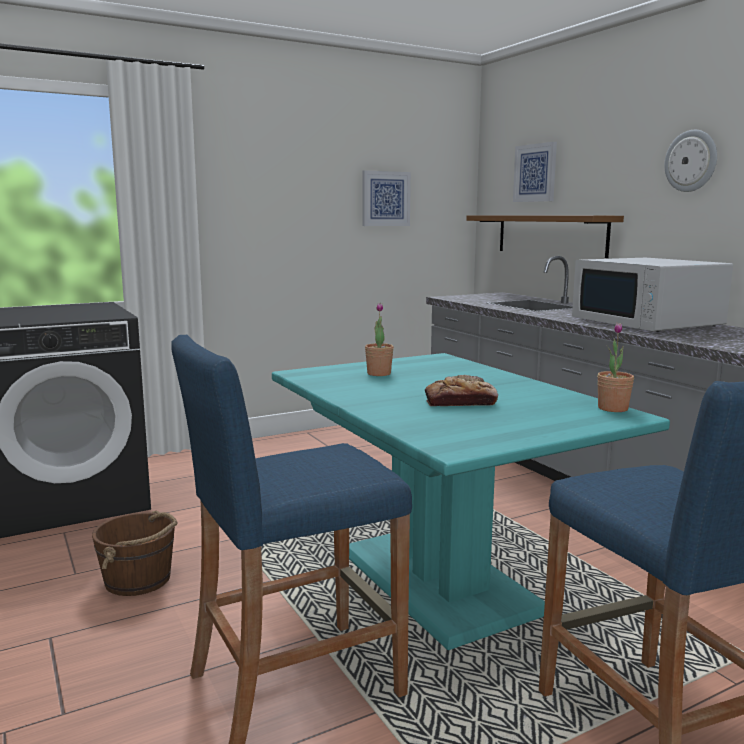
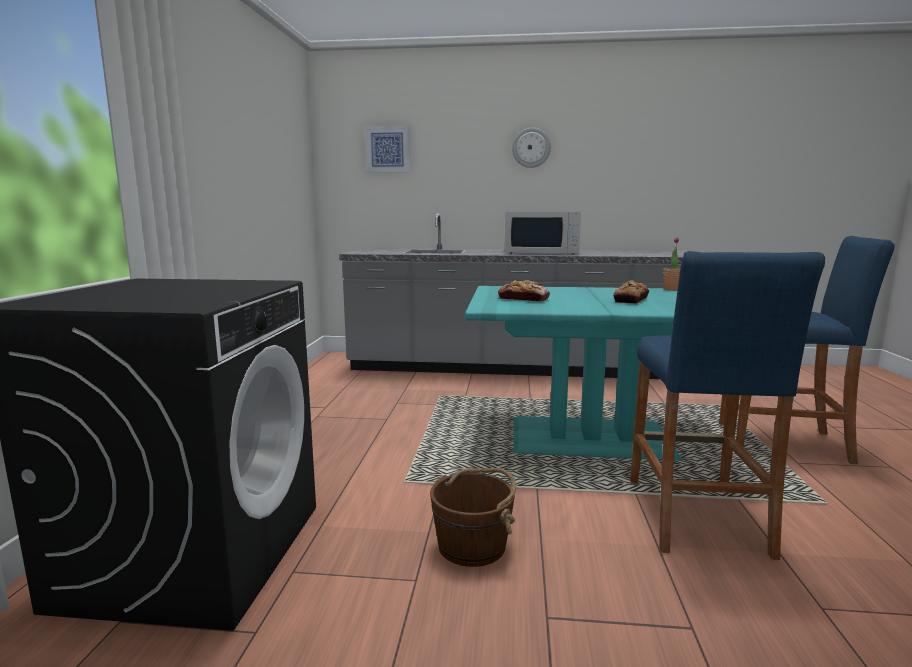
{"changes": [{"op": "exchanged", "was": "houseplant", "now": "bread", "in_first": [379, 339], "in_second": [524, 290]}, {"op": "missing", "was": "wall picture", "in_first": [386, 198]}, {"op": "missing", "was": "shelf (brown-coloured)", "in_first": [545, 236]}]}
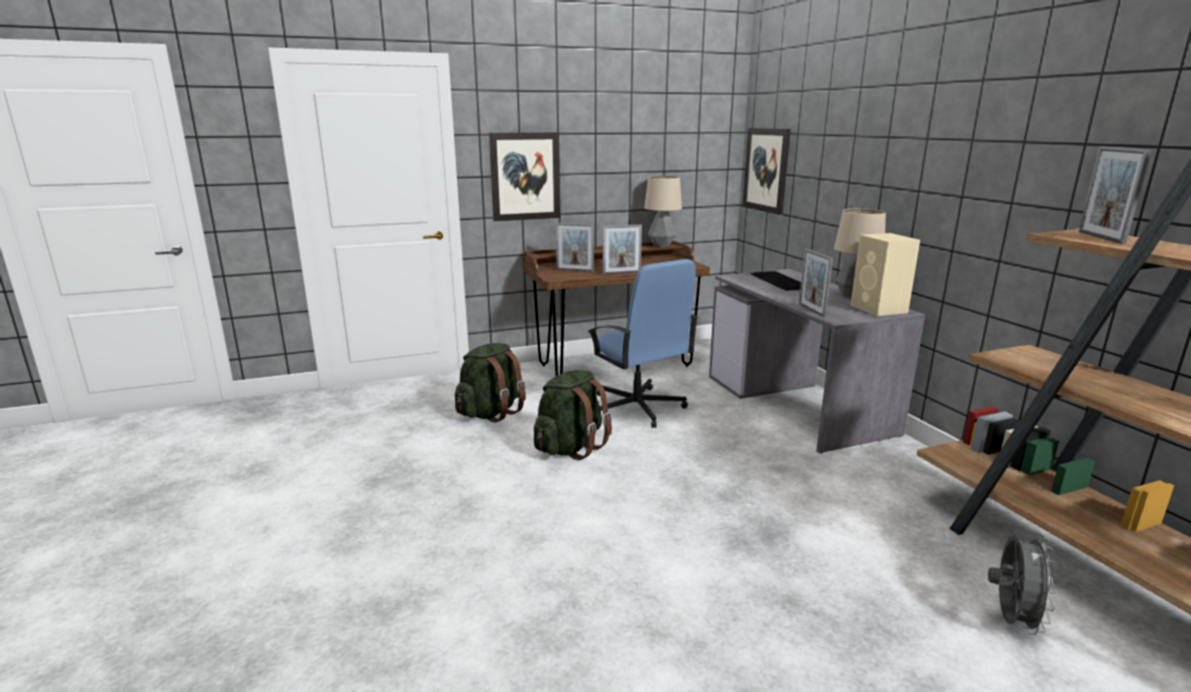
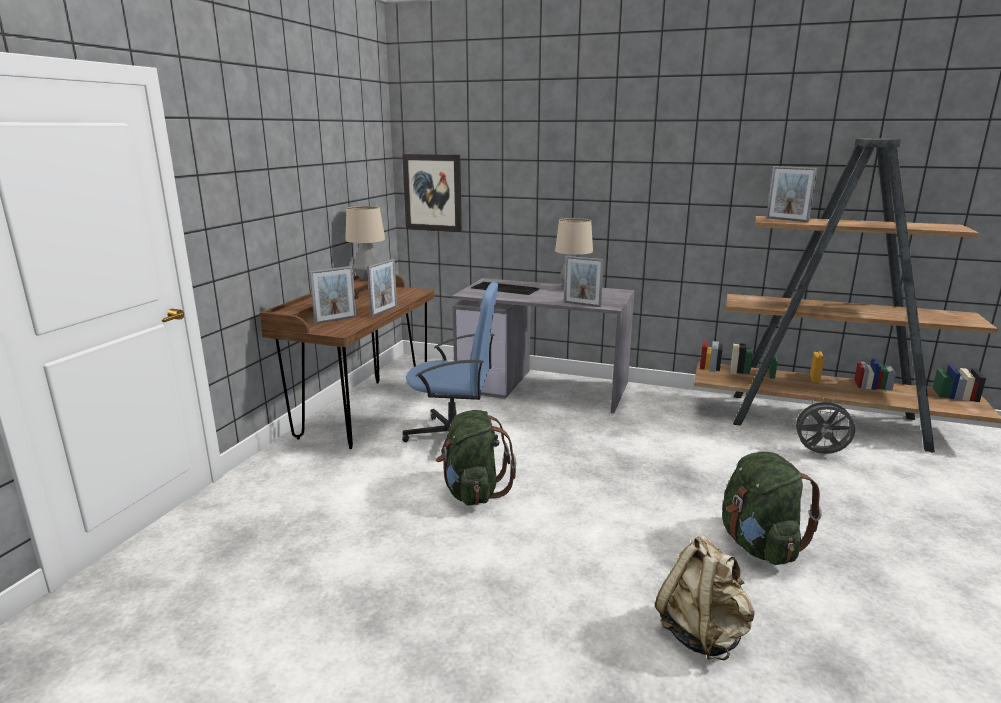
{"changes": [{"op": "appeared", "now": "backpack (beige)", "in_second": [705, 598]}, {"op": "relocated", "was": "backpack (greenish)", "in_first": [490, 382], "in_second": [772, 508]}, {"op": "spun", "was": "cooling fan (gray)", "in_first": [1022, 584], "in_second": [824, 426], "clockwise": -45}, {"op": "missing", "was": "wall picture", "in_first": [524, 176]}, {"op": "missing", "was": "loudspeaker (beige)", "in_first": [885, 274]}]}
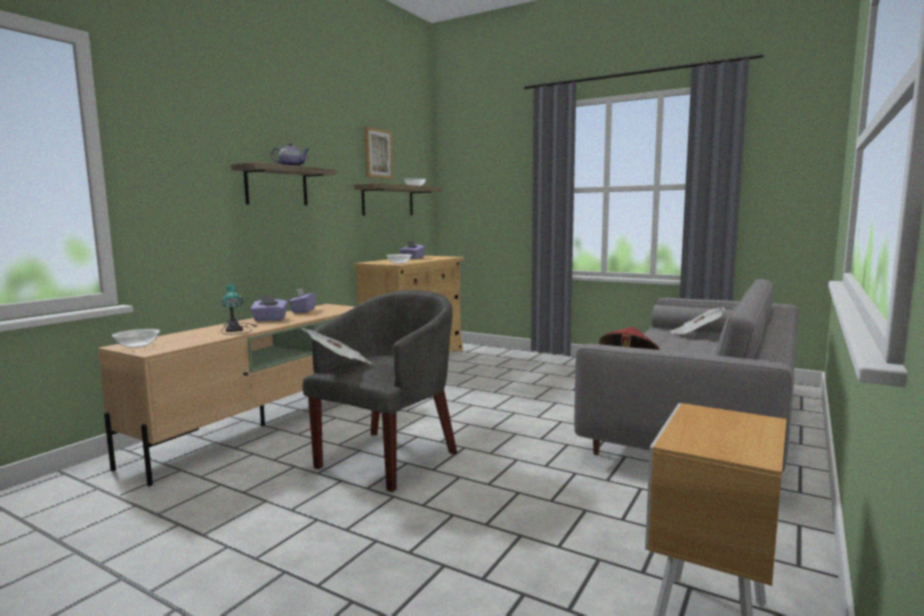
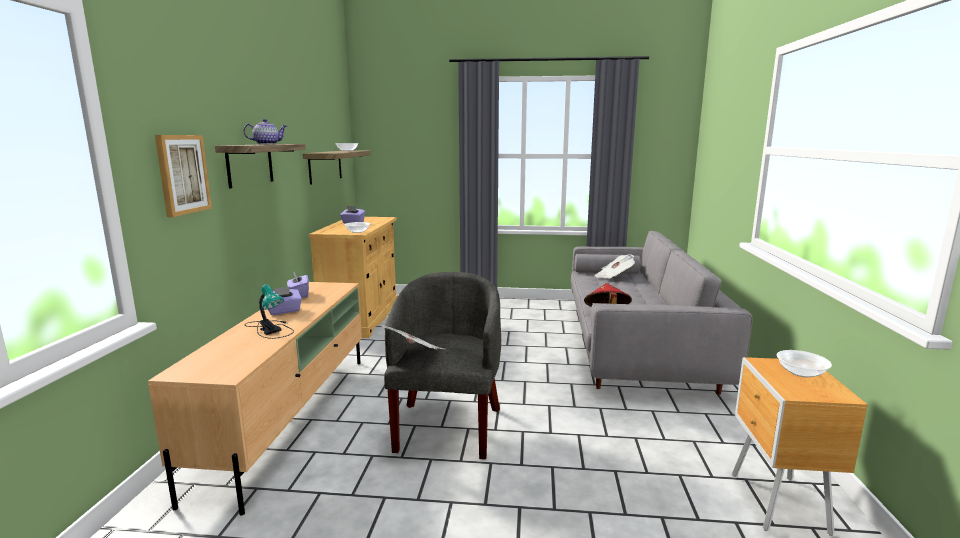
{"changes": [{"op": "relocated", "was": "wall picture", "in_first": [378, 153], "in_second": [183, 176]}, {"op": "relocated", "was": "deep dish", "in_first": [136, 338], "in_second": [804, 364]}]}
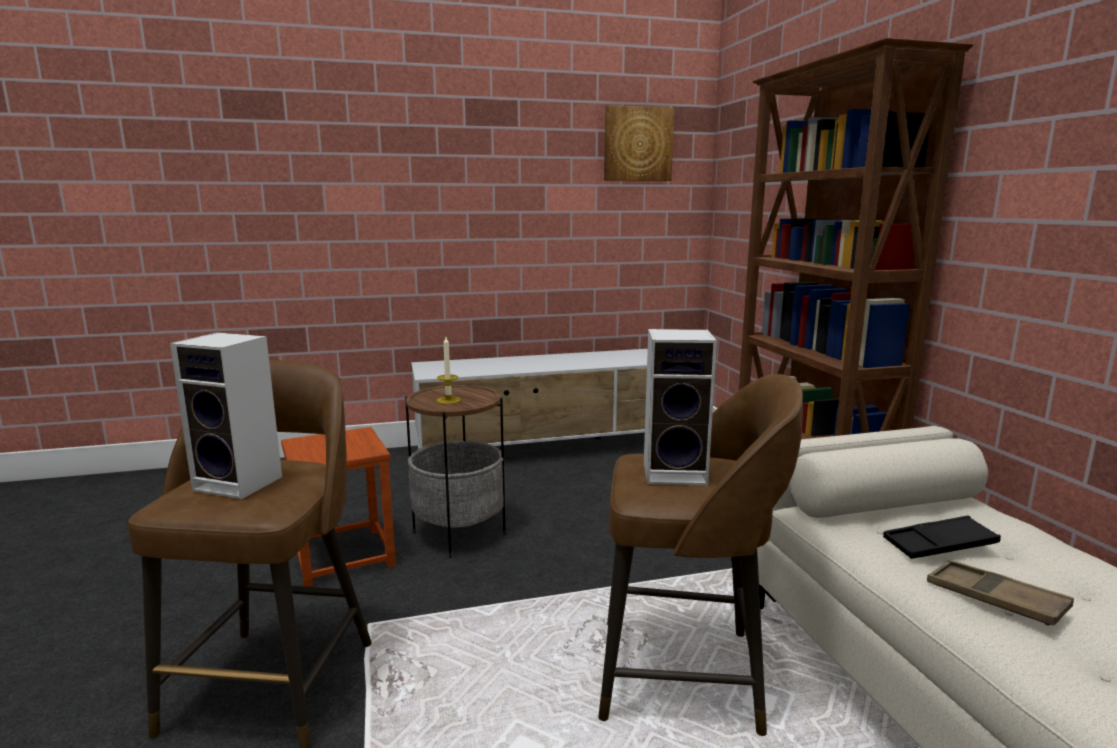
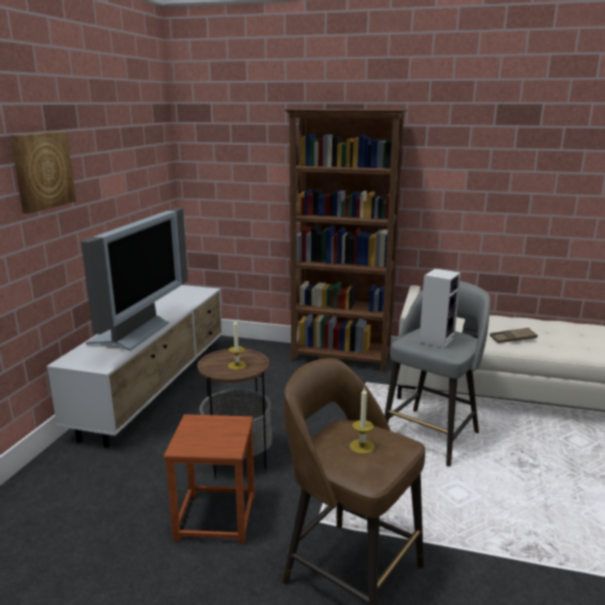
{"changes": [{"op": "relocated", "was": "wall picture", "in_first": [639, 143], "in_second": [43, 172]}, {"op": "appeared", "now": "TV", "in_second": [134, 279]}, {"op": "exchanged", "was": "loudspeaker", "now": "wax candle", "in_first": [226, 415], "in_second": [362, 420]}, {"op": "colour", "was": "stool seat (brown-coloured)", "now": "stool seat (gray)", "in_first": [700, 555], "in_second": [437, 373]}]}
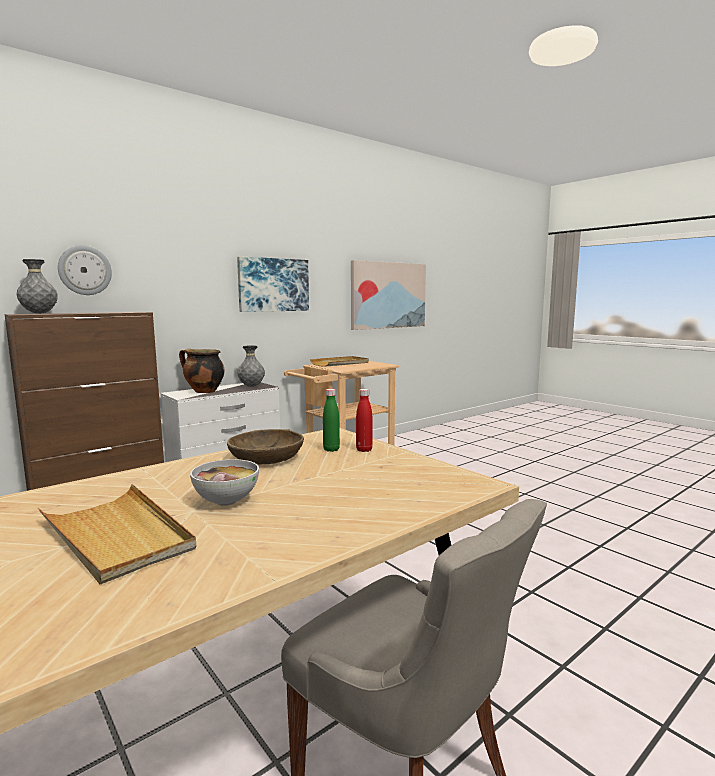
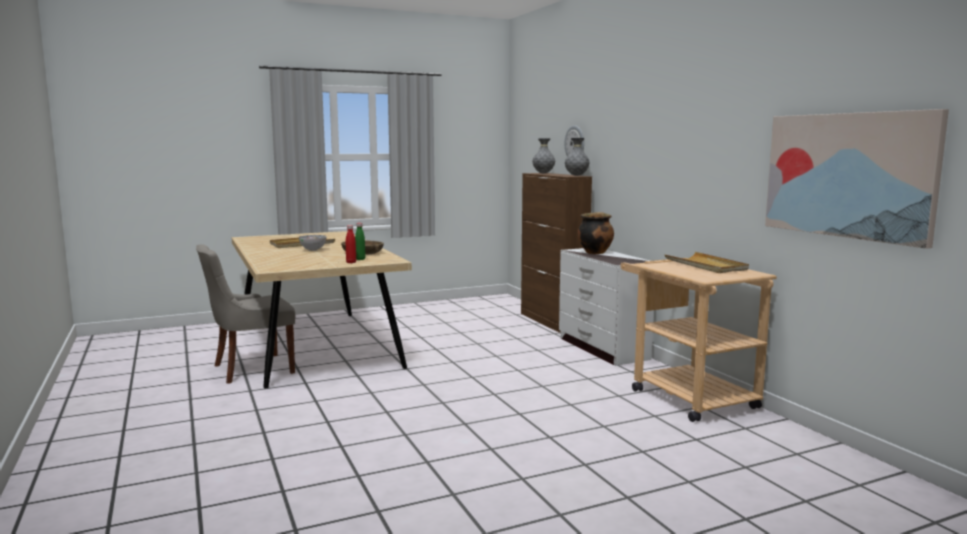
{"changes": [{"op": "relocated", "was": "flower vase (gray)", "in_first": [251, 366], "in_second": [577, 157]}, {"op": "missing", "was": "wall picture", "in_first": [273, 284]}]}
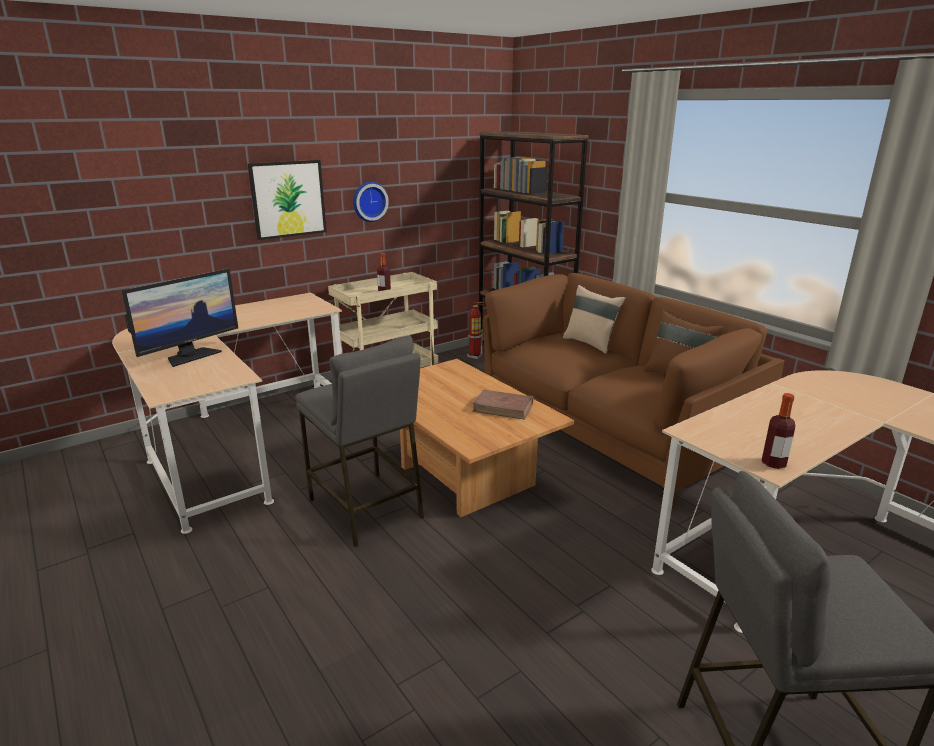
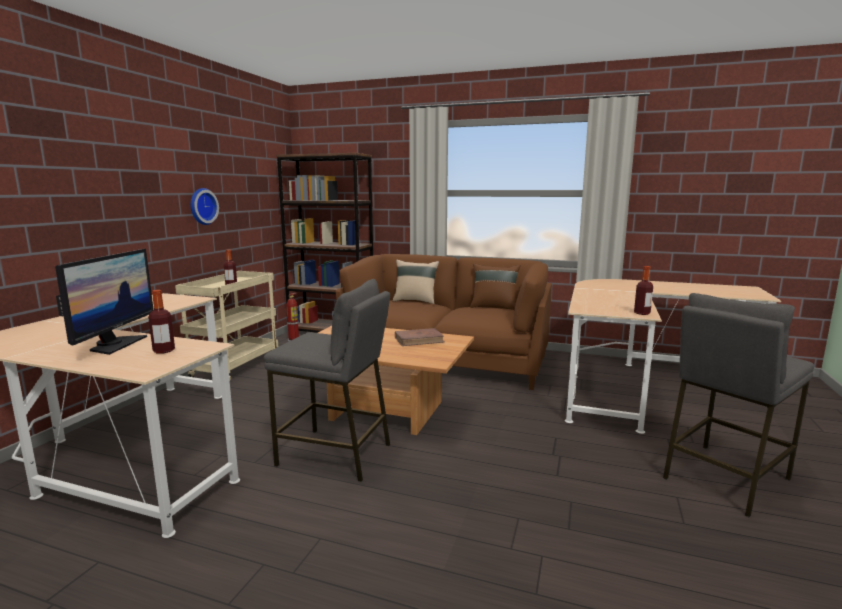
{"changes": [{"op": "appeared", "now": "drink bottle", "in_second": [161, 322]}, {"op": "missing", "was": "wall picture", "in_first": [287, 200]}]}
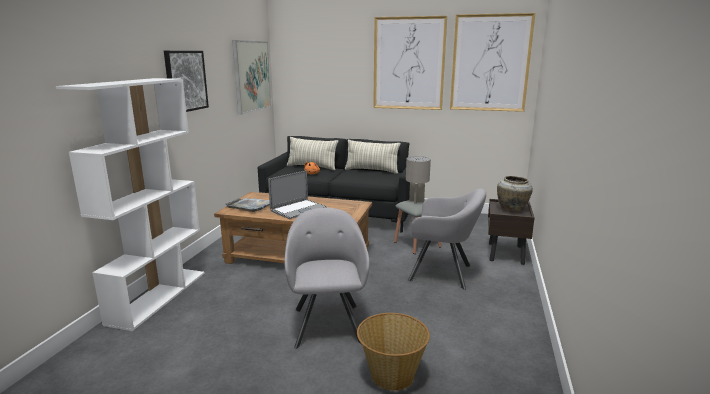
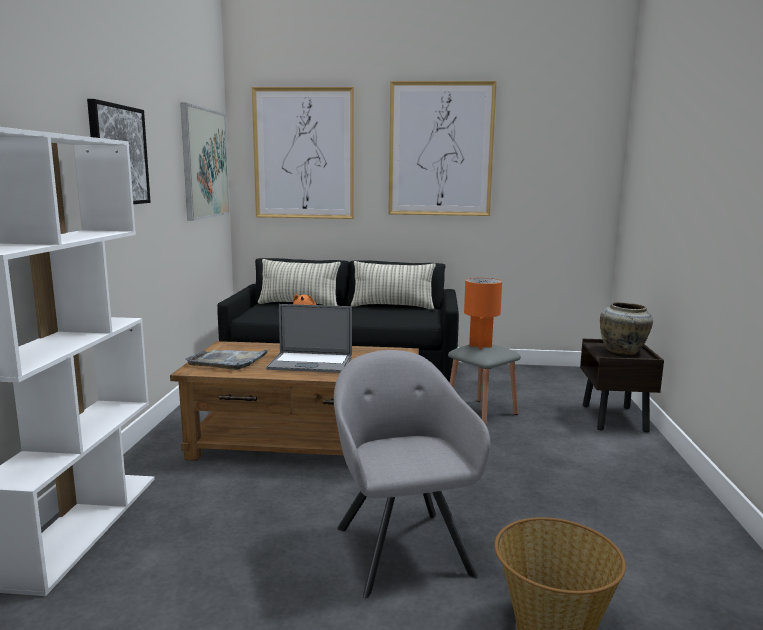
{"changes": [{"op": "relocated", "was": "wall picture", "in_first": [492, 62], "in_second": [303, 153]}, {"op": "spun", "was": "portable computer", "in_first": [297, 194], "in_second": [309, 338], "clockwise": 60}, {"op": "colour", "was": "tabletop lamp (gray)", "now": "tabletop lamp (orange)", "in_first": [418, 180], "in_second": [483, 313]}, {"op": "missing", "was": "easy chair (gray)", "in_first": [447, 239]}]}
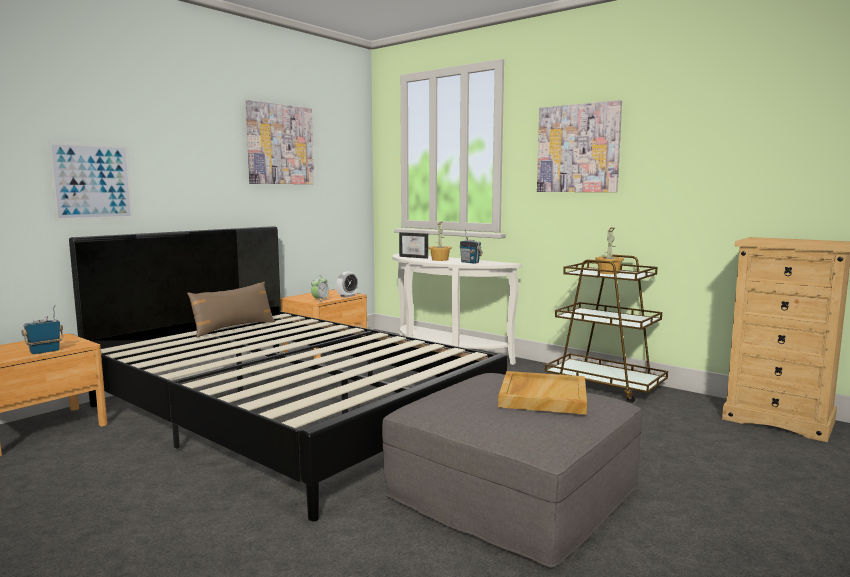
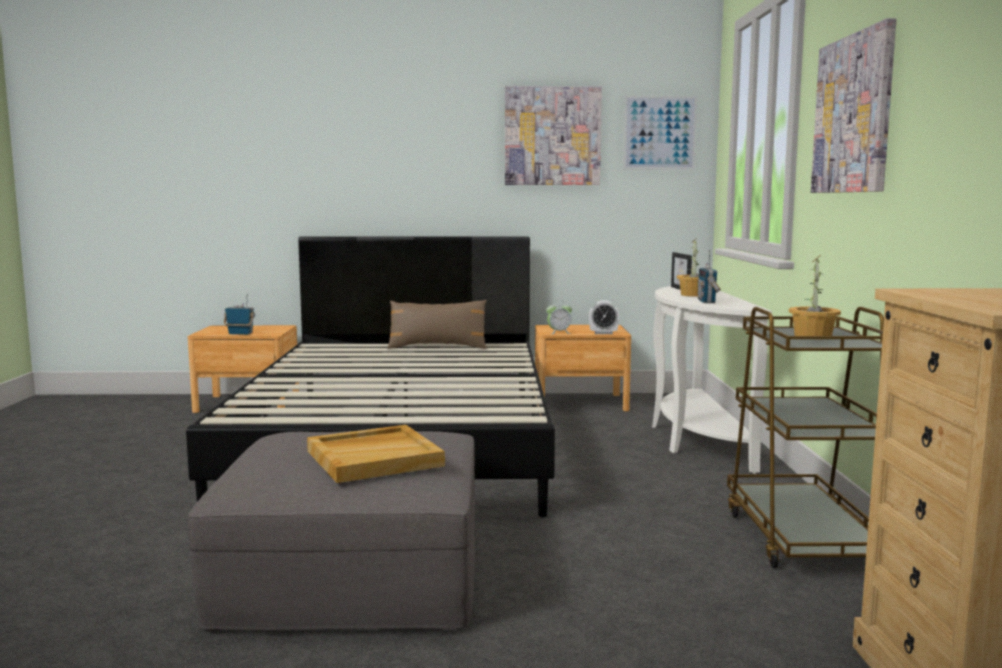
{"changes": [{"op": "relocated", "was": "wall picture", "in_first": [90, 181], "in_second": [660, 132]}]}
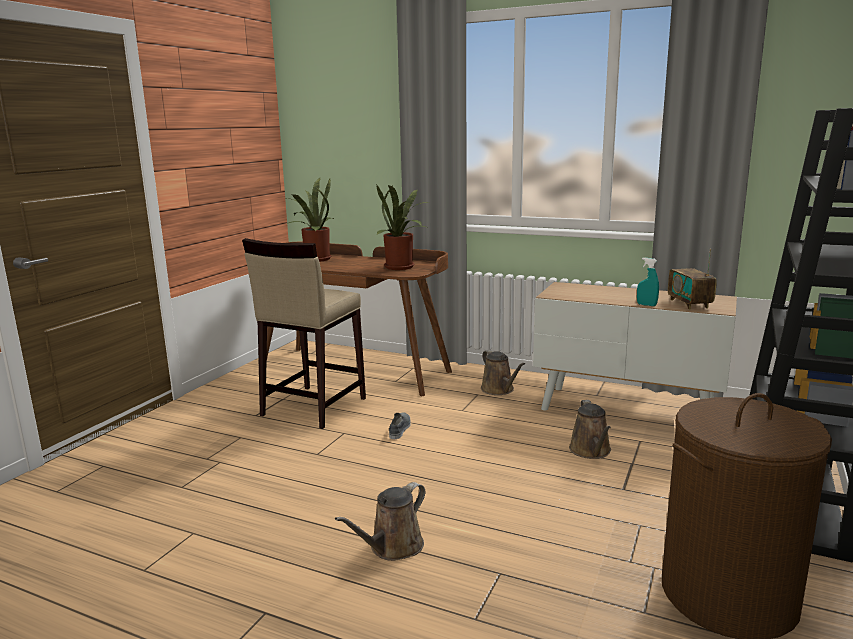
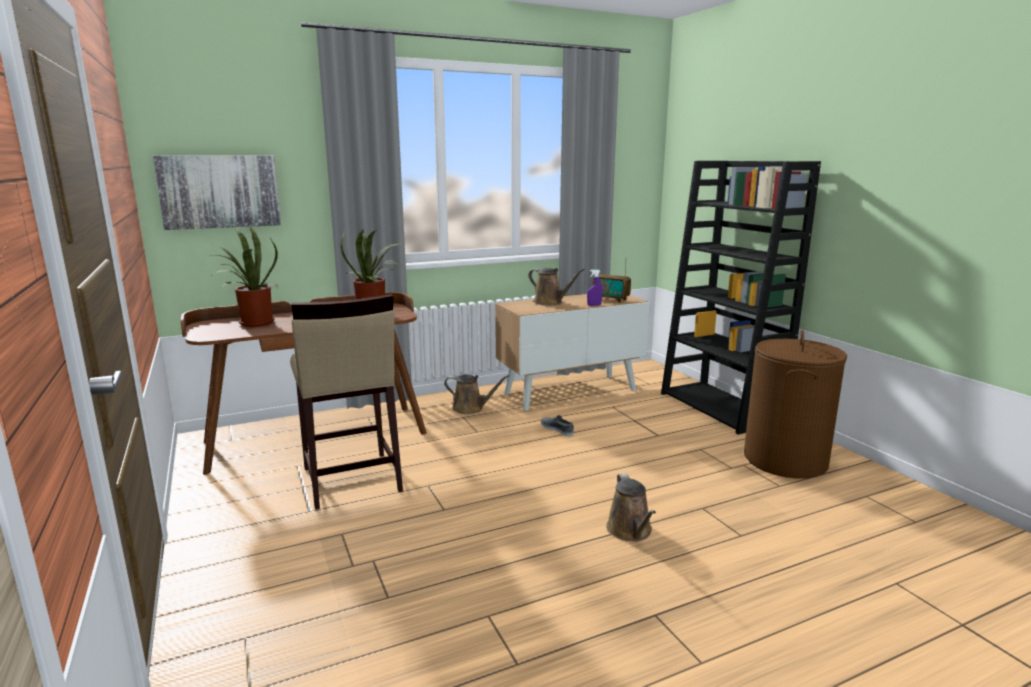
{"changes": [{"op": "appeared", "now": "wall picture", "in_second": [217, 193]}, {"op": "relocated", "was": "sprinkling can (brown-coloured)", "in_first": [590, 429], "in_second": [556, 287]}, {"op": "relocated", "was": "item of footwear (gray)", "in_first": [400, 426], "in_second": [557, 425]}, {"op": "colour", "was": "spray bottle (turquoise)", "now": "spray bottle (purple)", "in_first": [648, 282], "in_second": [594, 287]}]}
